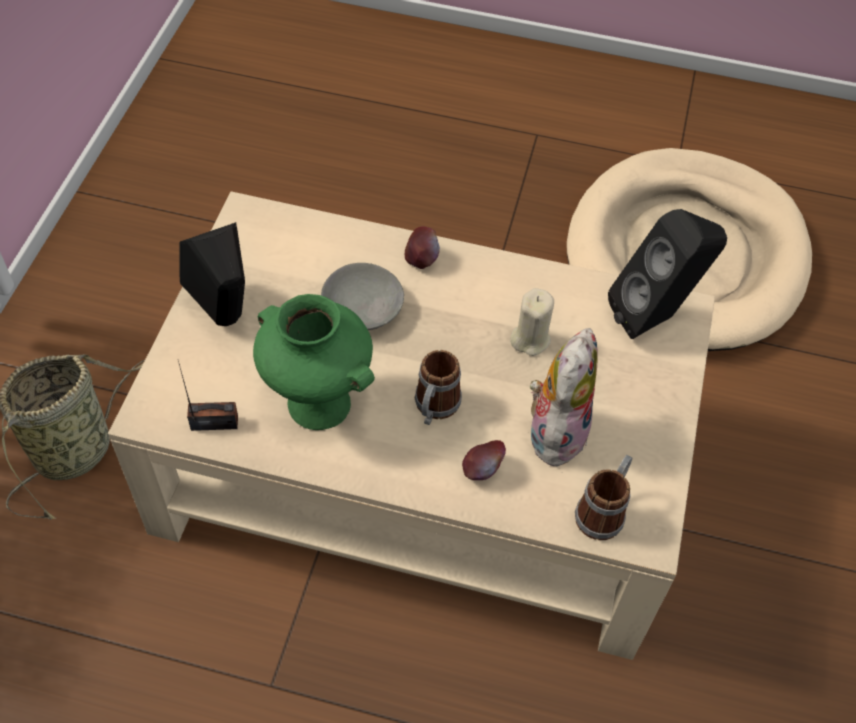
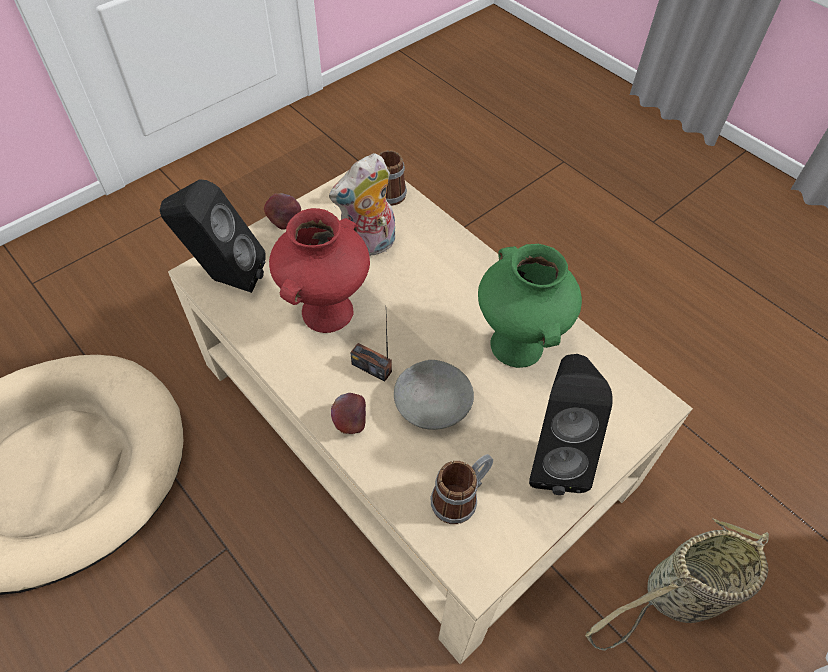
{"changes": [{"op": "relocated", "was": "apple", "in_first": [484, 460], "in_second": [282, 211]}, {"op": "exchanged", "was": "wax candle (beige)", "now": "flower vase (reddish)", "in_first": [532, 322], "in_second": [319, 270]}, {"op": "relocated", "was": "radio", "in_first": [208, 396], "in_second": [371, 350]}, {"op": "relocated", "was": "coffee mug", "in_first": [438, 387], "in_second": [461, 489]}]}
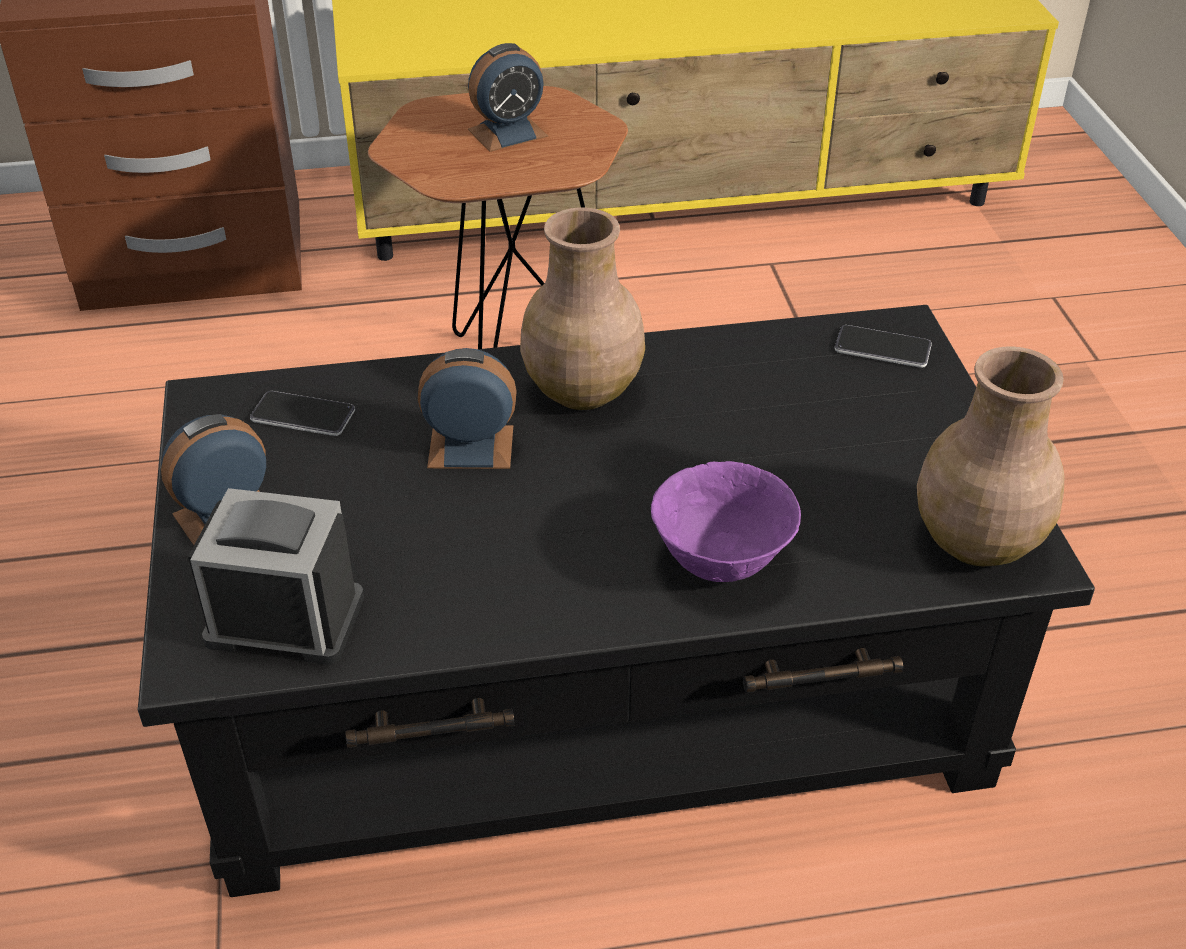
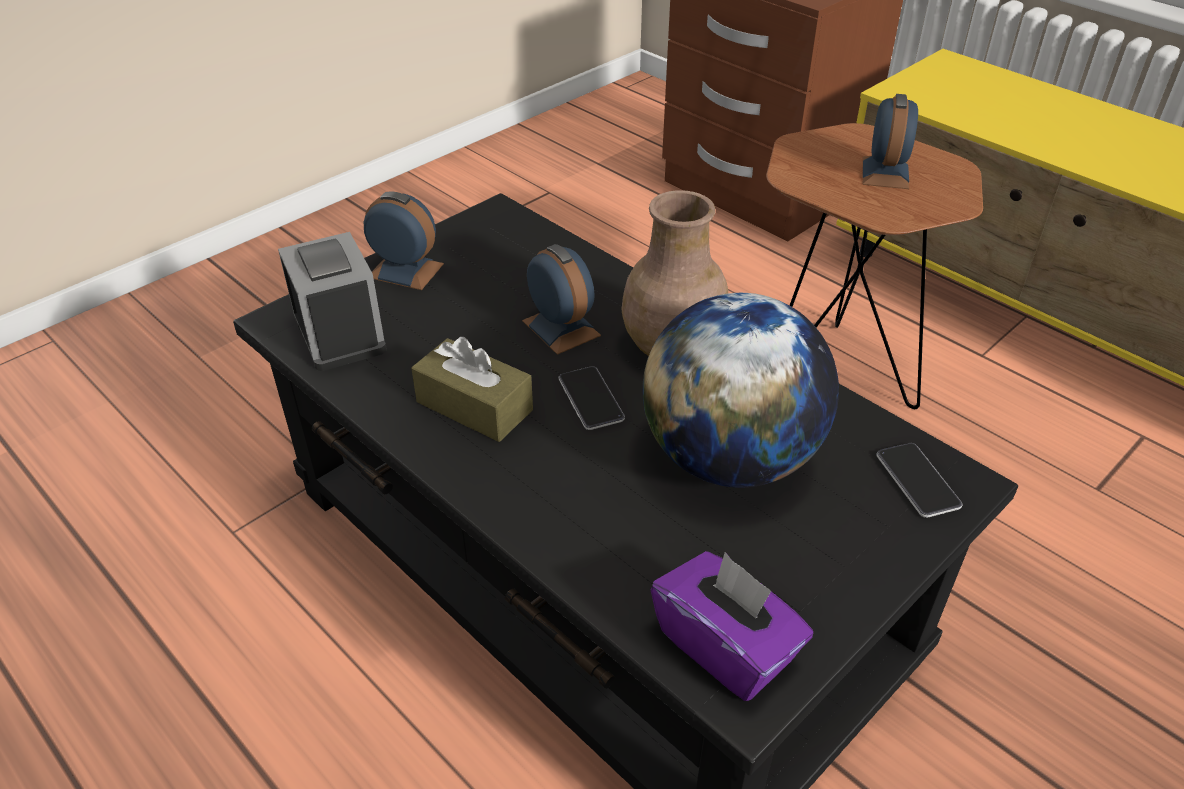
{"changes": [{"op": "appeared", "now": "tissue holder (brown-coloured)", "in_second": [472, 389]}, {"op": "relocated", "was": "phone", "in_first": [302, 413], "in_second": [592, 398]}, {"op": "appeared", "now": "globe", "in_second": [740, 390]}, {"op": "exchanged", "was": "flower vase (brown-coloured)", "now": "tissue holder (purple)", "in_first": [990, 456], "in_second": [732, 626]}, {"op": "spun", "was": "table clock", "in_first": [508, 97], "in_second": [890, 141], "clockwise": -105}, {"op": "missing", "was": "deep dish (purple)", "in_first": [726, 521]}]}
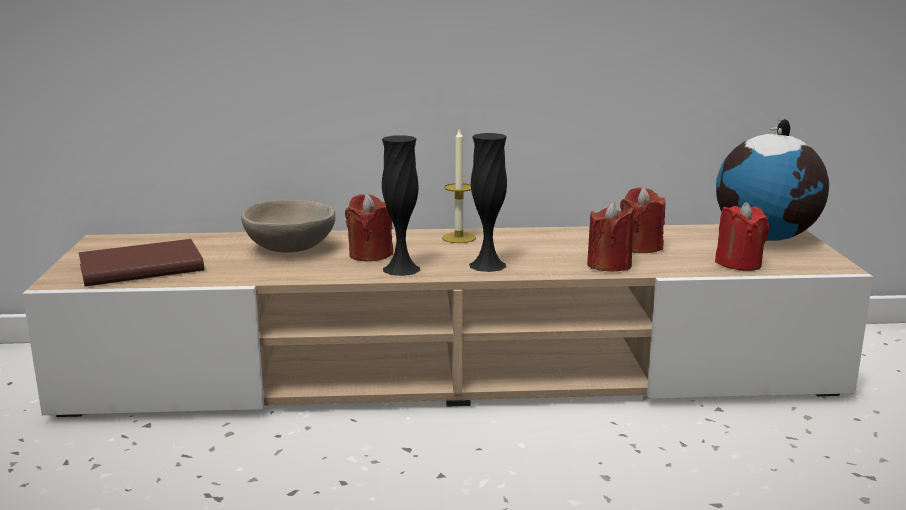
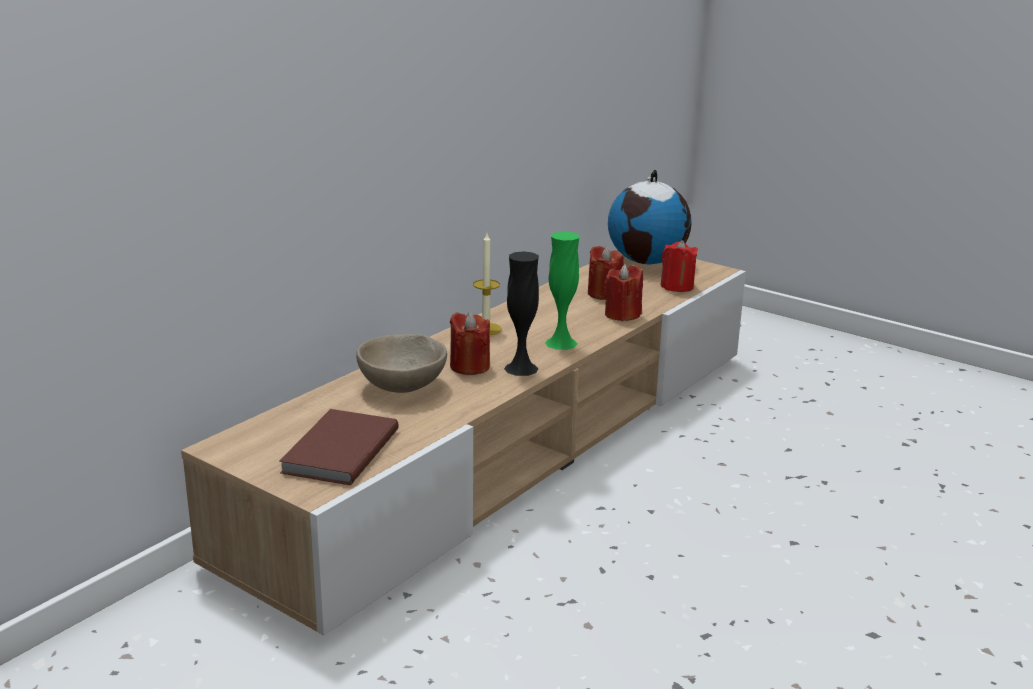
{"changes": [{"op": "colour", "was": "flower vase (black)", "now": "flower vase (greenish)", "in_first": [488, 202], "in_second": [562, 290]}]}
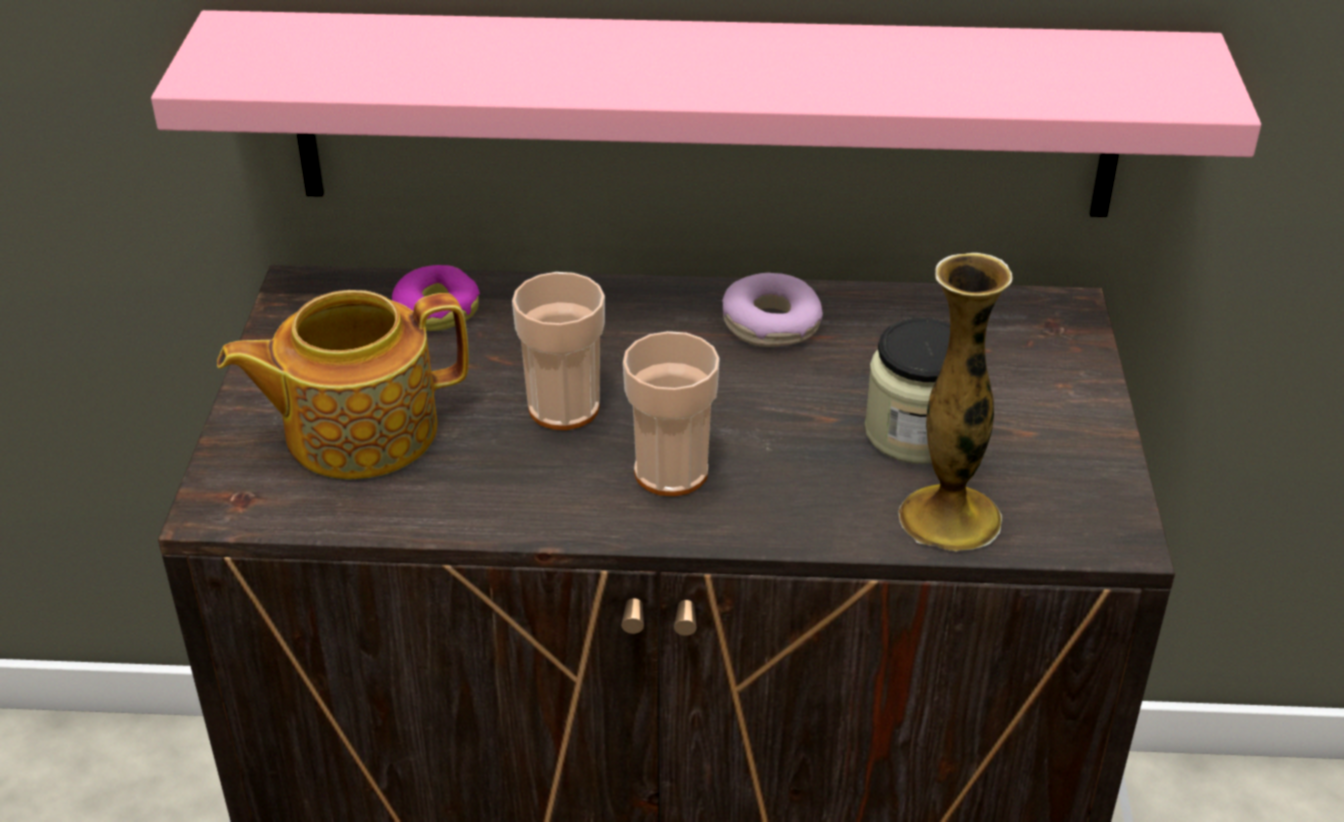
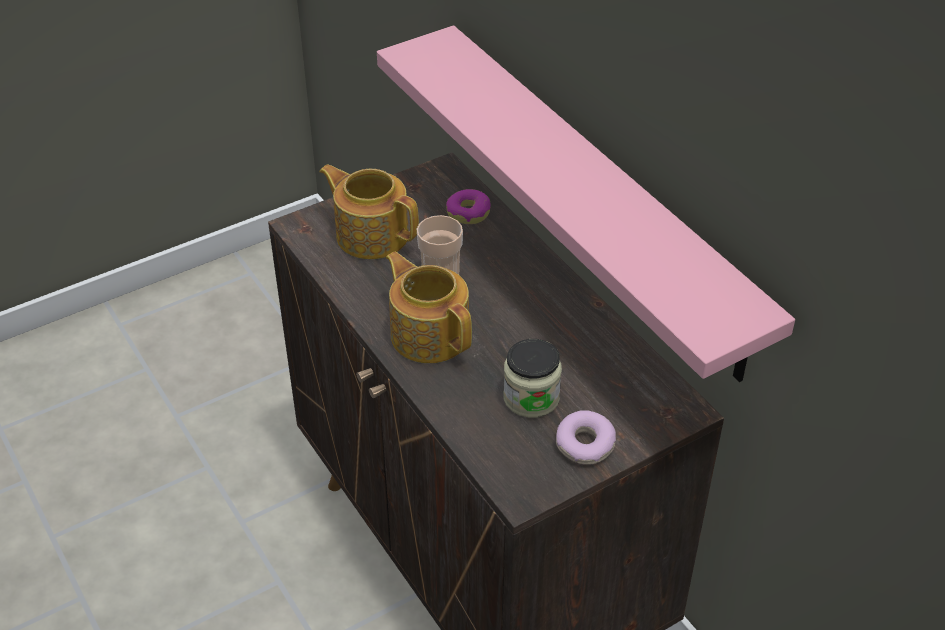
{"changes": [{"op": "exchanged", "was": "small cup", "now": "pot for tea", "in_first": [671, 413], "in_second": [429, 307]}, {"op": "relocated", "was": "ring doughnut", "in_first": [772, 310], "in_second": [586, 437]}, {"op": "missing", "was": "flower vase", "in_first": [955, 402]}]}
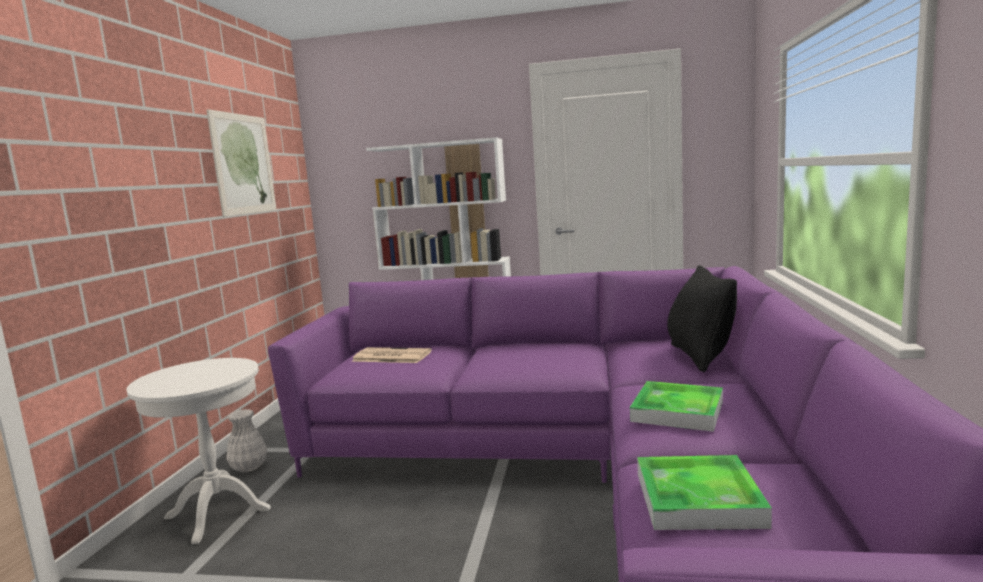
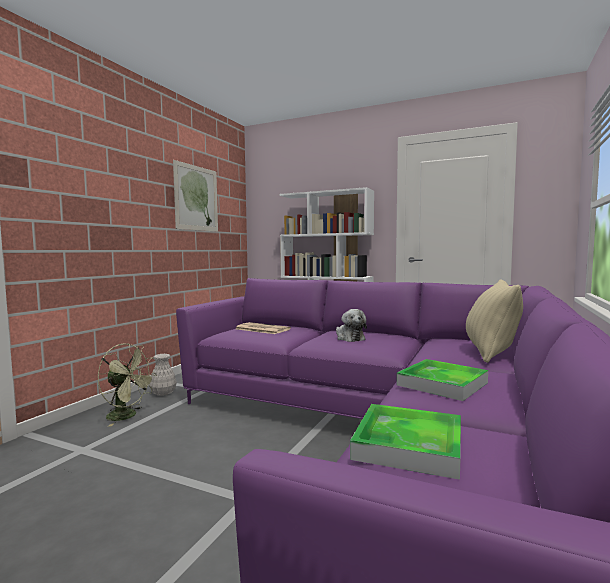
{"changes": [{"op": "exchanged", "was": "side table (whitish)", "now": "cooling fan (greenish)", "in_first": [198, 451], "in_second": [127, 385]}, {"op": "appeared", "now": "plush toy", "in_second": [351, 325]}, {"op": "colour", "was": "pillow (black)", "now": "pillow (beige)", "in_first": [702, 318], "in_second": [494, 321]}]}
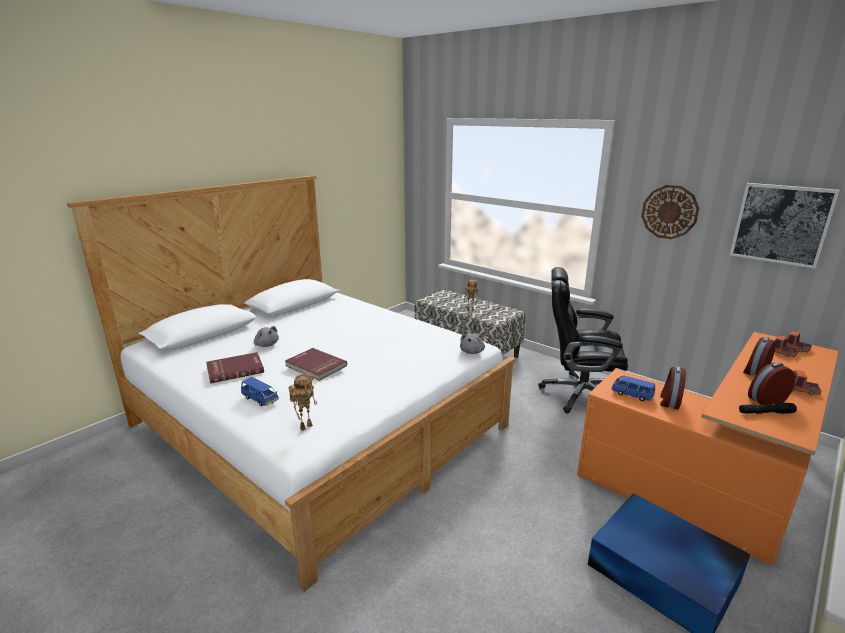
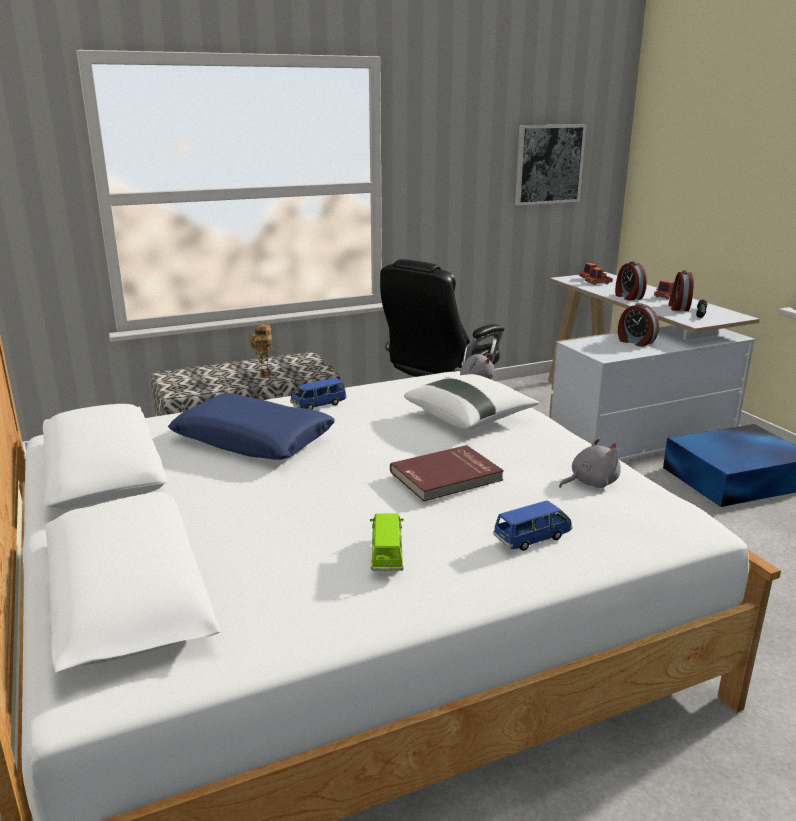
{"changes": [{"op": "appeared", "now": "pillow (blue)", "in_second": [251, 426]}, {"op": "relocated", "was": "toy car (blue)", "in_first": [633, 388], "in_second": [318, 394]}, {"op": "exchanged", "was": "bound book (reddish)", "now": "toy car (greenish)", "in_first": [235, 368], "in_second": [387, 542]}, {"op": "appeared", "now": "pillow (whitish)", "in_second": [471, 402]}, {"op": "colour", "was": "desk unit (orange)", "now": "desk unit (whitish)", "in_first": [708, 449], "in_second": [654, 366]}, {"op": "relocated", "was": "plush toy (gray)", "in_first": [266, 336], "in_second": [590, 462]}, {"op": "missing", "was": "toy robot", "in_first": [303, 402]}, {"op": "missing", "was": "clock on the wall", "in_first": [670, 212]}]}
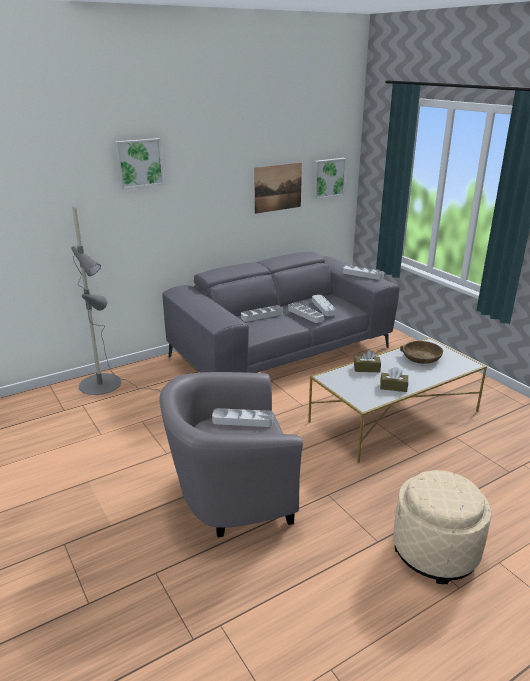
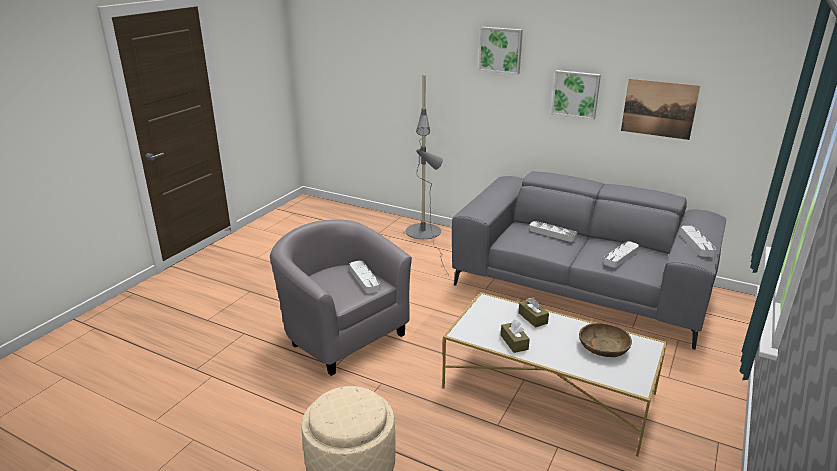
{"changes": [{"op": "relocated", "was": "wall picture", "in_first": [329, 178], "in_second": [576, 95]}, {"op": "missing", "was": "tray (gray)", "in_first": [306, 312]}]}
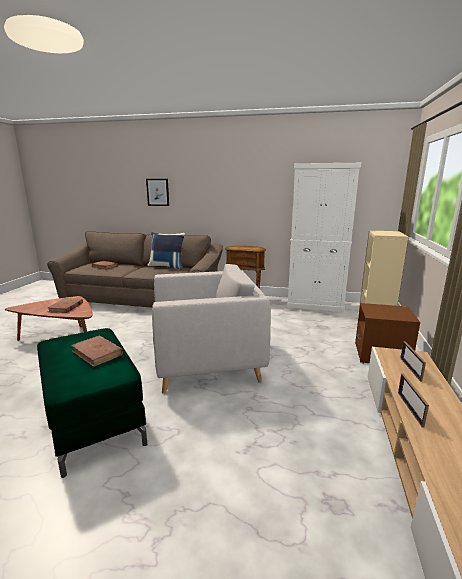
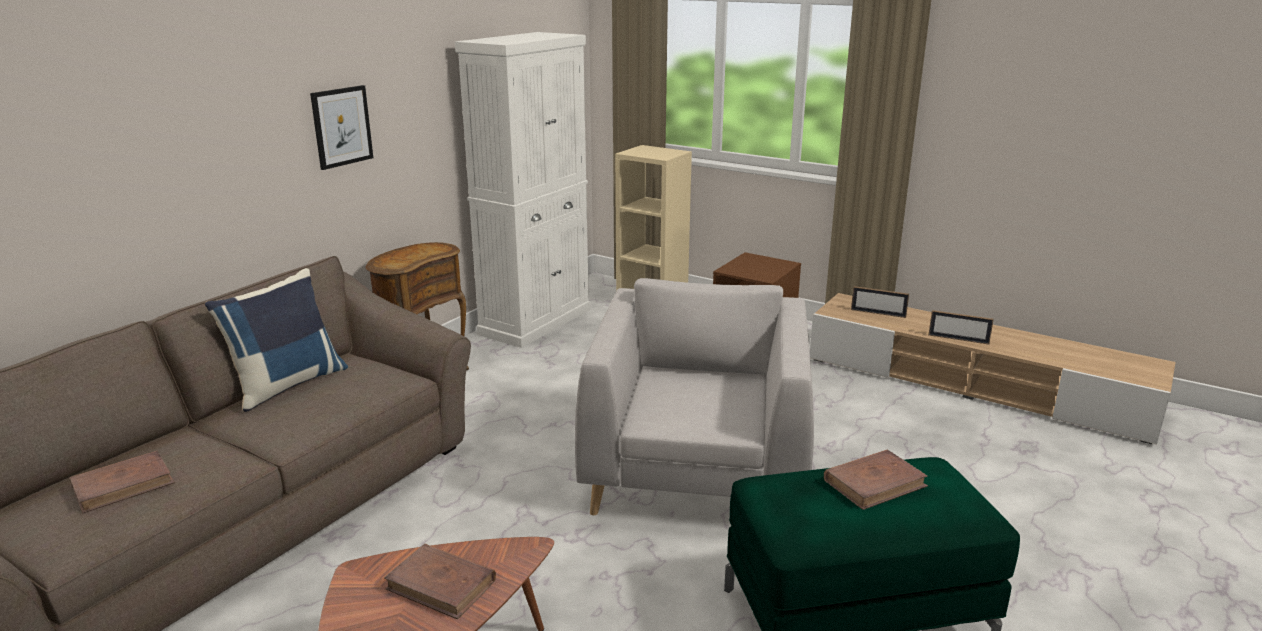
{"changes": [{"op": "relocated", "was": "wall picture", "in_first": [157, 192], "in_second": [341, 127]}]}
